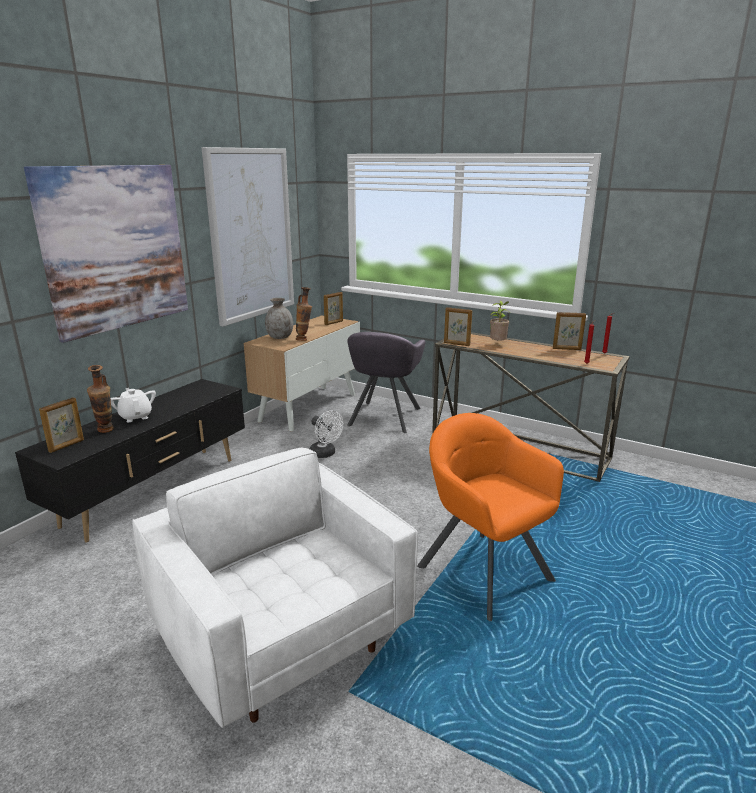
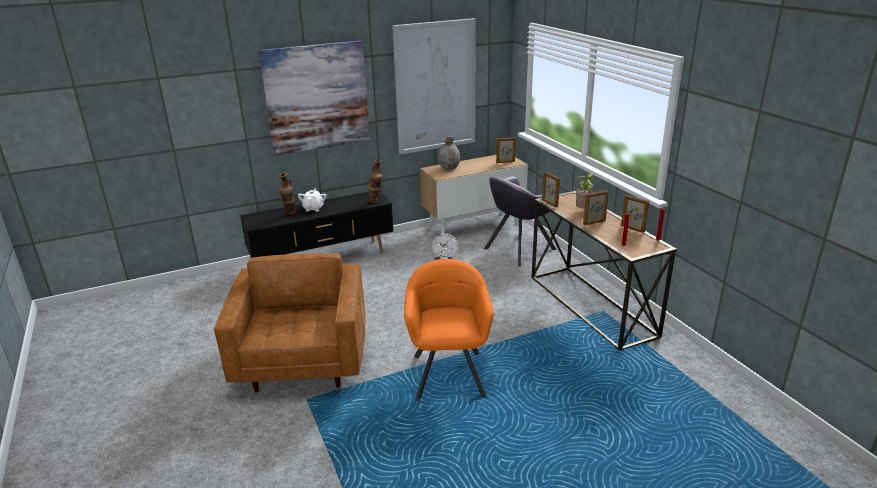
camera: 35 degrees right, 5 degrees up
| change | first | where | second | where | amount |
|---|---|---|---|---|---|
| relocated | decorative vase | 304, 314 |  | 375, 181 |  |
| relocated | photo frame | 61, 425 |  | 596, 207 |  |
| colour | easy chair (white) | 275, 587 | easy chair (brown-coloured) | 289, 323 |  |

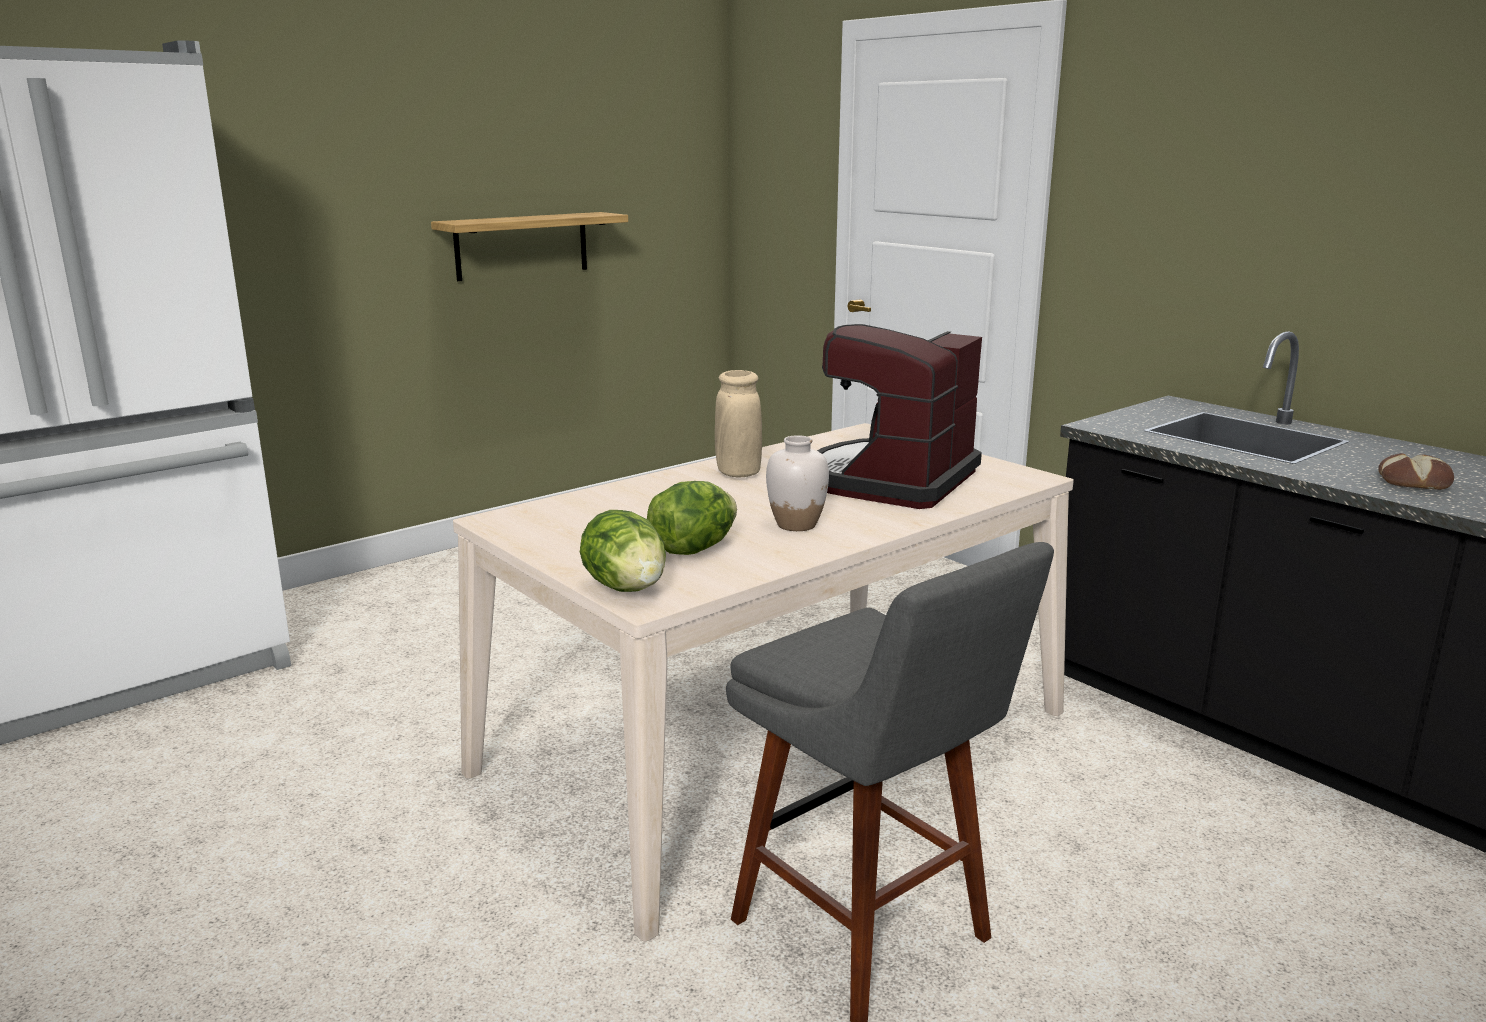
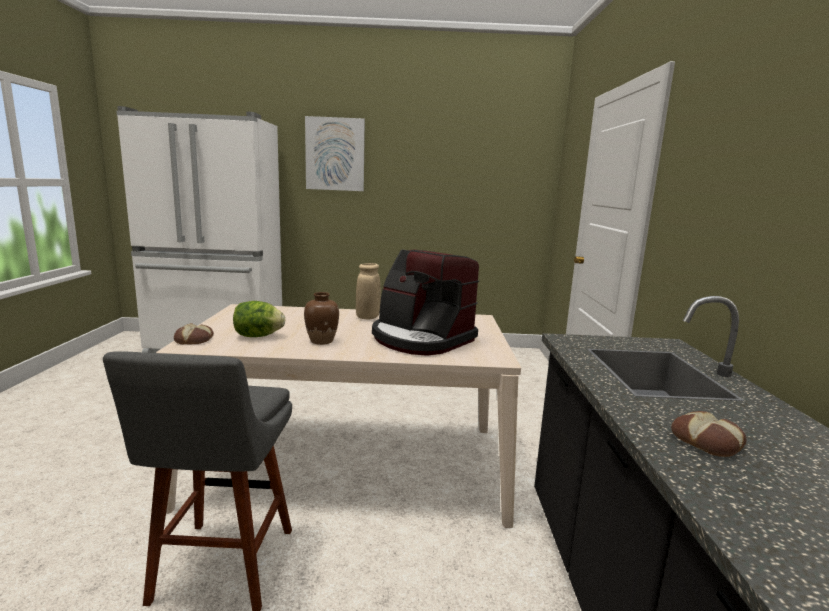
camera: 40 degrees right, 5 degrees down
| change | first | where | second | where | amount |
|---|---|---|---|---|---|
| missing | wall shelf | 529, 246 |  |  |  |
| spun | coffee machine | 899, 416 |  | 425, 303 | 120 degrees counterclockwise |
| colour | decorative vase (white) | 797, 483 | decorative vase (brown-coloured) | 321, 318 |  |
| exchanged | lettuce head | 623, 551 | bread | 194, 334 |  |
| appeared |  |  | picture | 335, 153 |  |

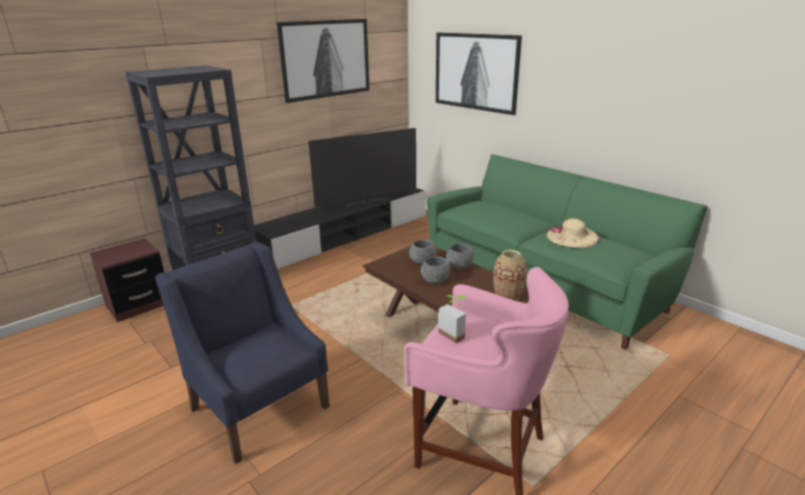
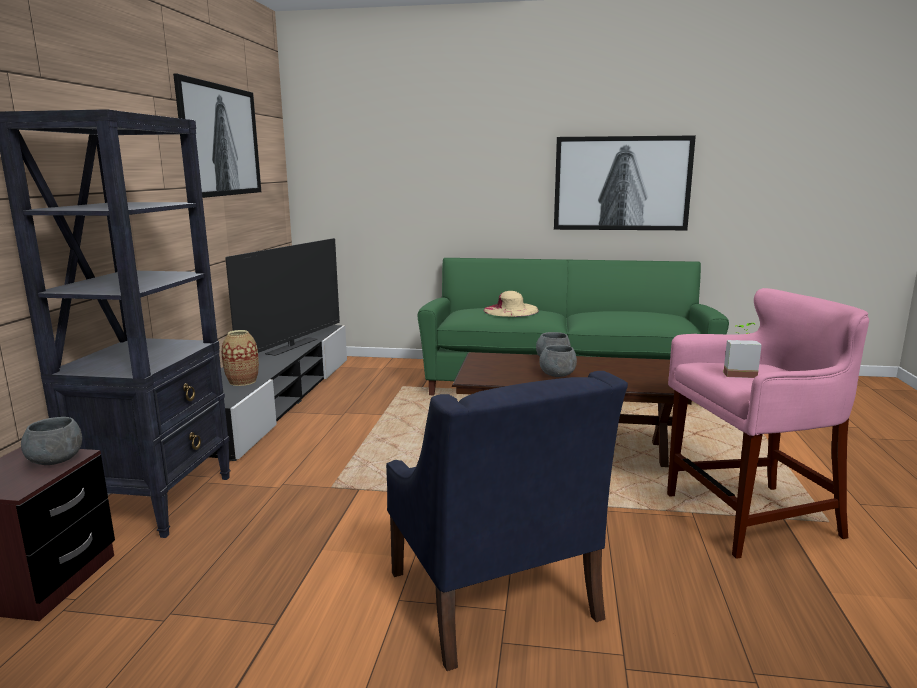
camera: 40 degrees left, 10 degrees down
| change | first | where | second | where | amount |
|---|---|---|---|---|---|
| relocated | picture | 479, 73 |  | 625, 182 |  |
| relocated | hat (beige-coloured) | 573, 233 |  | 511, 304 |  |
| relocated | deep dish (gray) | 423, 251 |  | 51, 441 |  |
| spun | easy chair (blue-coloured) | 242, 353 |  | 507, 521 | 120 degrees counterclockwise |
| relocated | decorative vase | 510, 275 |  | 240, 358 |  |

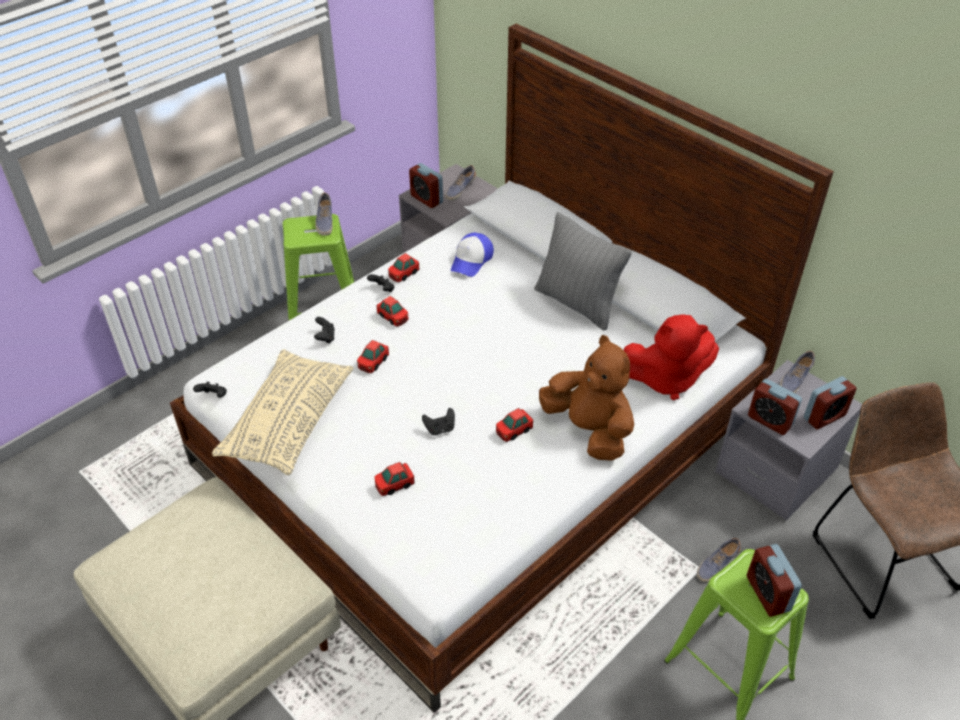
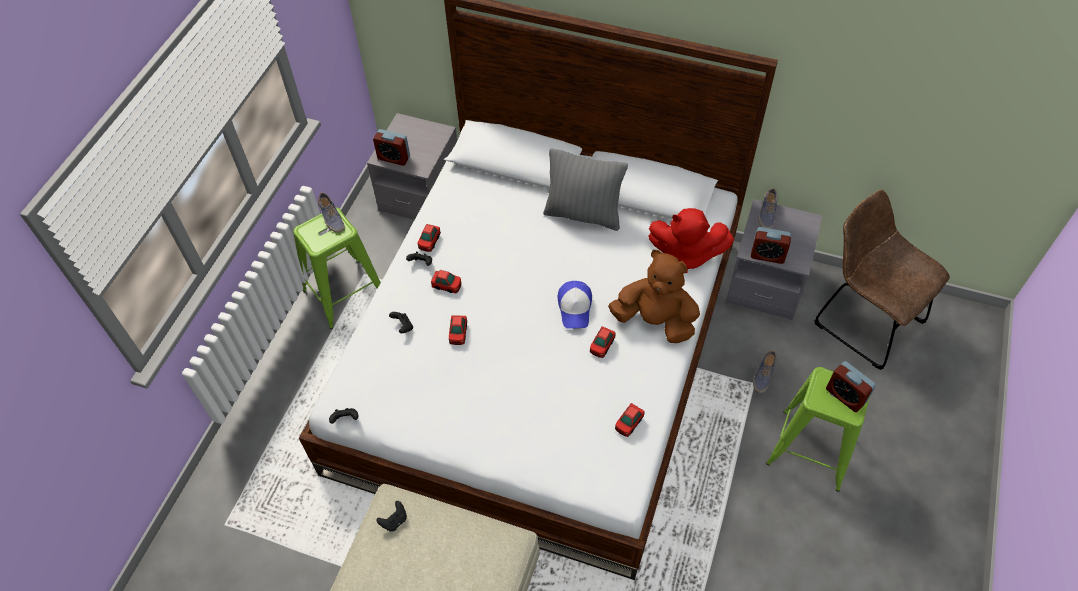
camera: 25 degrees left, 10 degrees up
| change | first | where | second | where | amount |
|---|---|---|---|---|---|
| missing | shoe | 460, 183 |  |  |  |
| relocated | baseball cap | 472, 255 |  | 575, 305 |  |
| spun | cuddly toy (reddish) | 671, 357 |  | 691, 240 | 45 degrees clockwise |
| missing | throw pillow (beige-coloured) | 282, 412 |  |  |  |
| missing | bedside clock | 830, 403 |  |  |  |
| relocated | joypad (black-coloured) | 438, 421 |  | 391, 516 |  |
| relocated | miniature car | 395, 479 |  | 630, 420 |  |

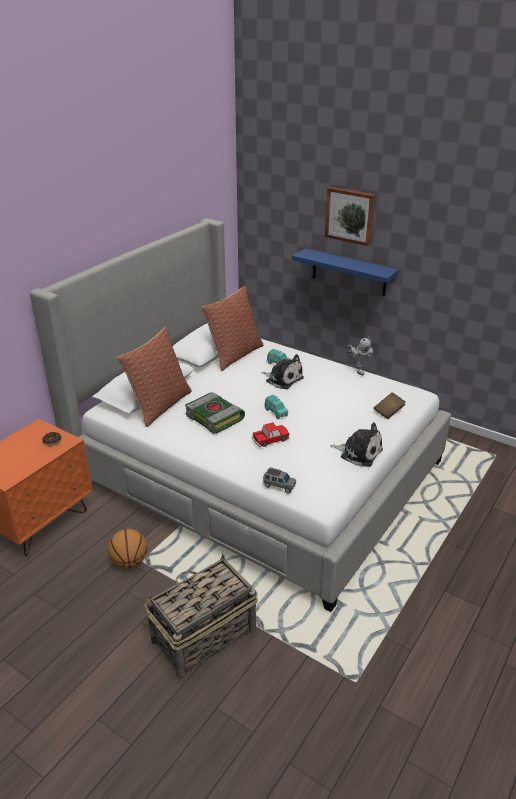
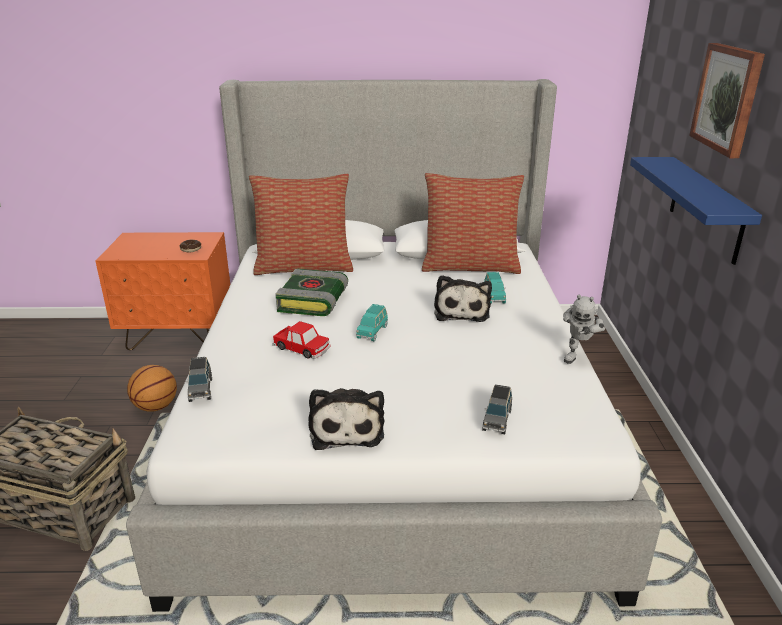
camera: 55 degrees right, 5 degrees down
| change | first | where | second | where | amount |
|---|---|---|---|---|---|
| exchanged | book (brown-coloured) | 390, 405 | miniature car (gray) | 497, 409 |  |

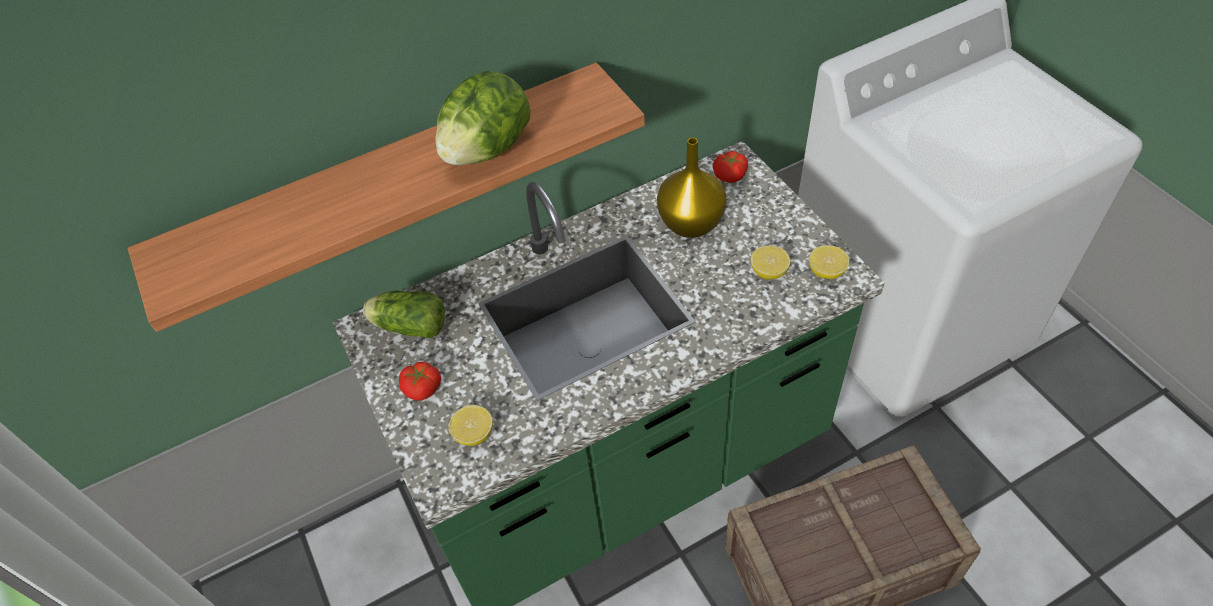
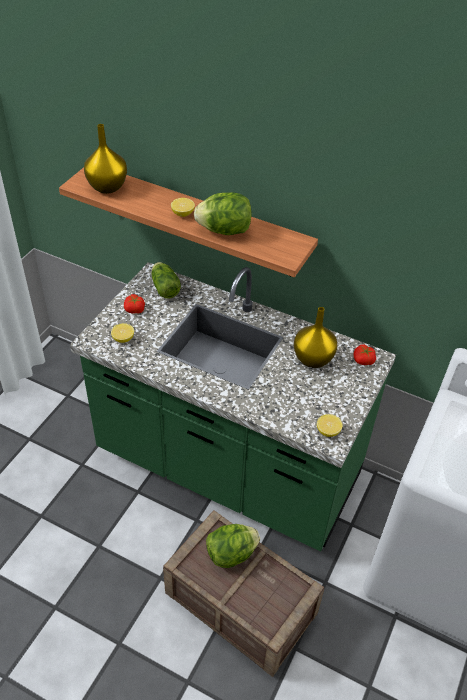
camera: 50 degrees right, 5 degrees down
| change | first | where | second | where | amount |
|---|---|---|---|---|---|
| relocated | lemon | 770, 262 |  | 183, 207 |  |
| appeared |  |  | decorative vase (yellowish) | 105, 159 |  |
| appeared |  |  | lettuce head | 233, 546 |  |

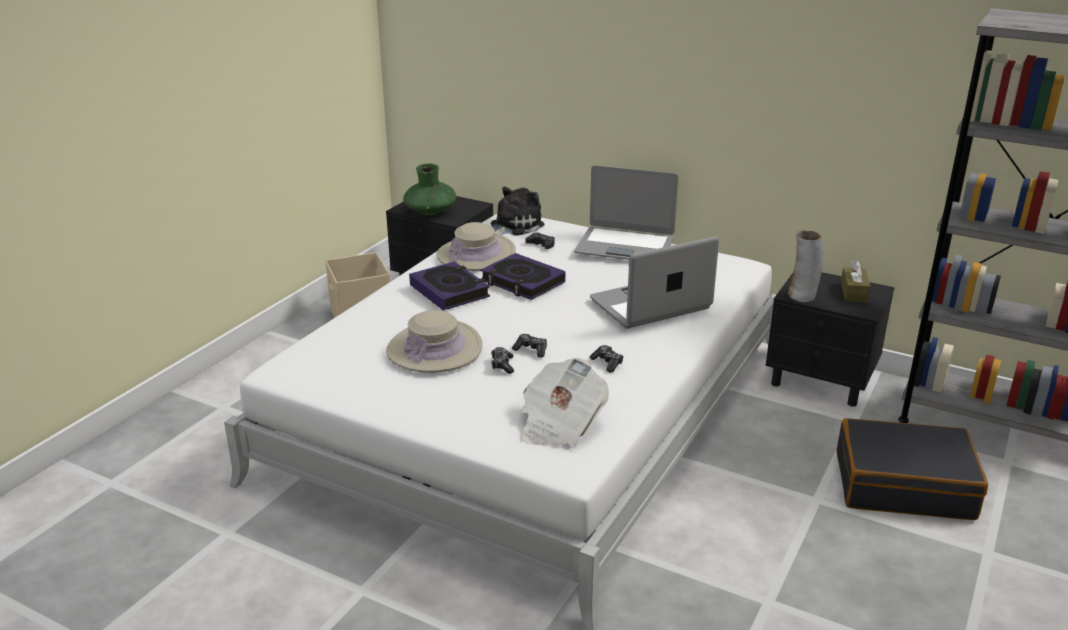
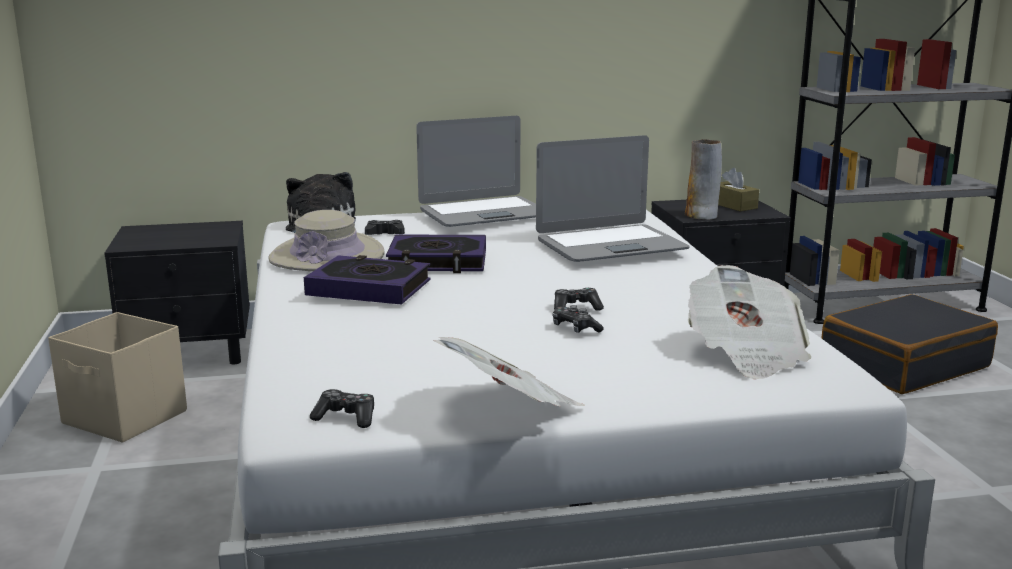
camera: 40 degrees left, 10 degrees down
| change | first | where | second | where | amount |
|---|---|---|---|---|---|
| missing | decorative vase (green) | 430, 189 |  |  |  |
| spun | laptop | 654, 282 |  | 613, 198 | 135 degrees counterclockwise |
| missing | hat (beige-coloured) | 434, 341 |  |  |  |
| relocated | joypad | 607, 359 |  | 342, 408 |  |
| appeared |  |  | daily paper | 509, 371 |  |

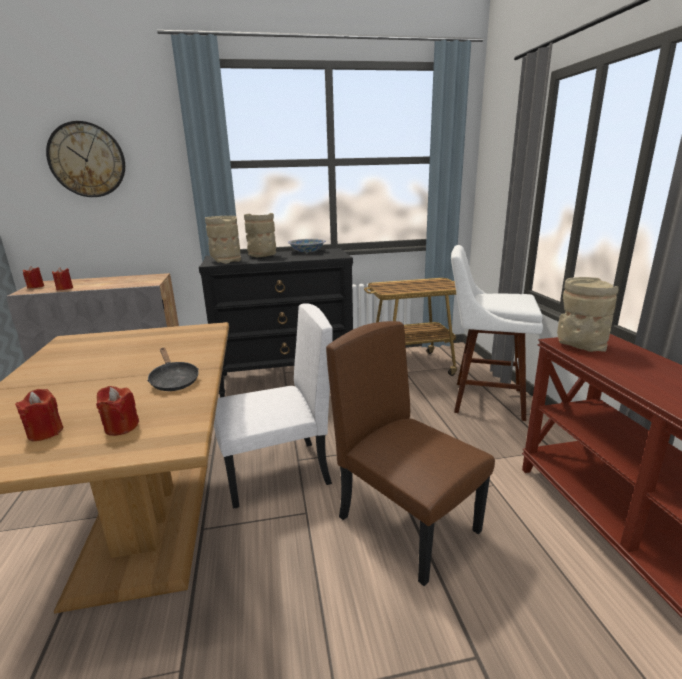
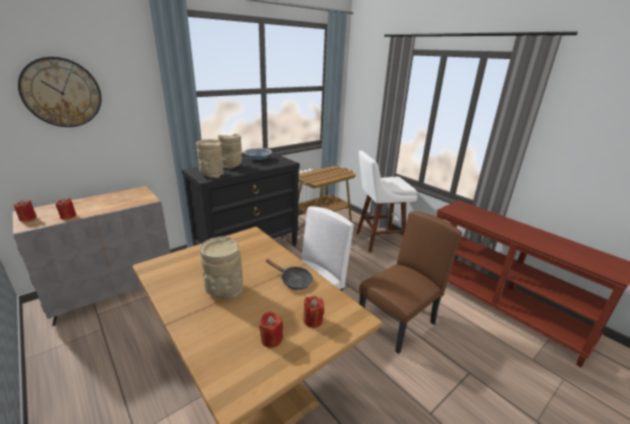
camera: 30 degrees left, 5 degrees up
| change | first | where | second | where | amount |
|---|---|---|---|---|---|
| relocated | decorative vase (beige-coloured) | 588, 314 |  | 221, 267 |  |
| spun | plain chair (brown-coloured) | 410, 453 |  | 410, 282 | 120 degrees clockwise |

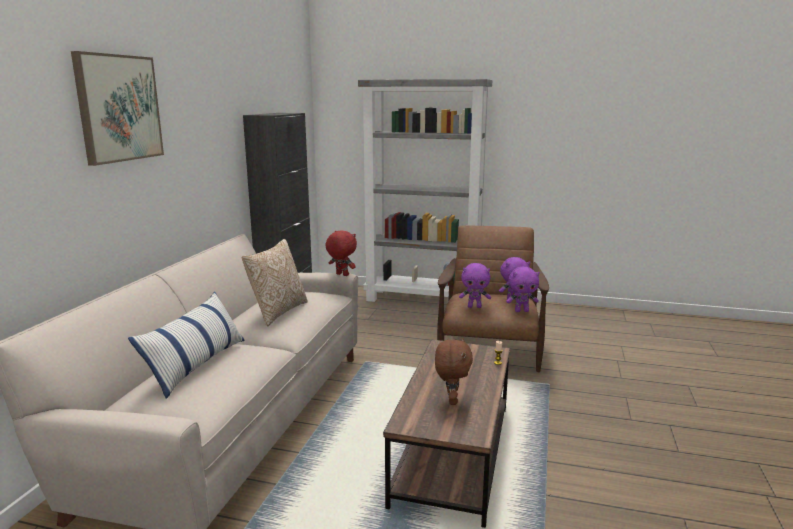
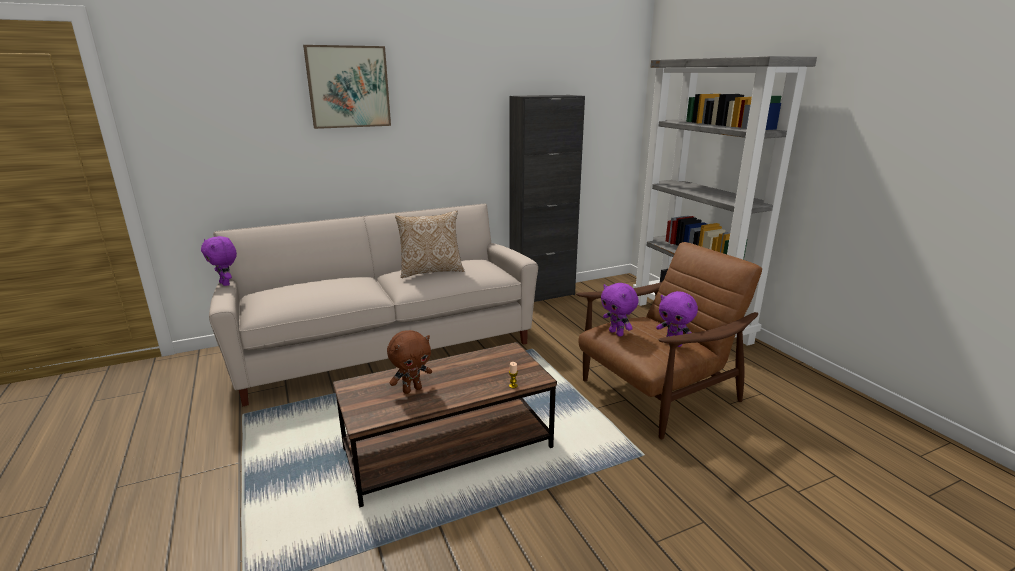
camera: 50 degrees right, 5 degrees up
| change | first | where | second | where | amount |
|---|---|---|---|---|---|
| missing | cuddly toy (reddish) | 341, 253 |  |  |  |
| relocated | cuddly toy (purplish) | 523, 289 |  | 219, 261 |  |
| missing | throw pillow | 186, 345 |  |  |  |

